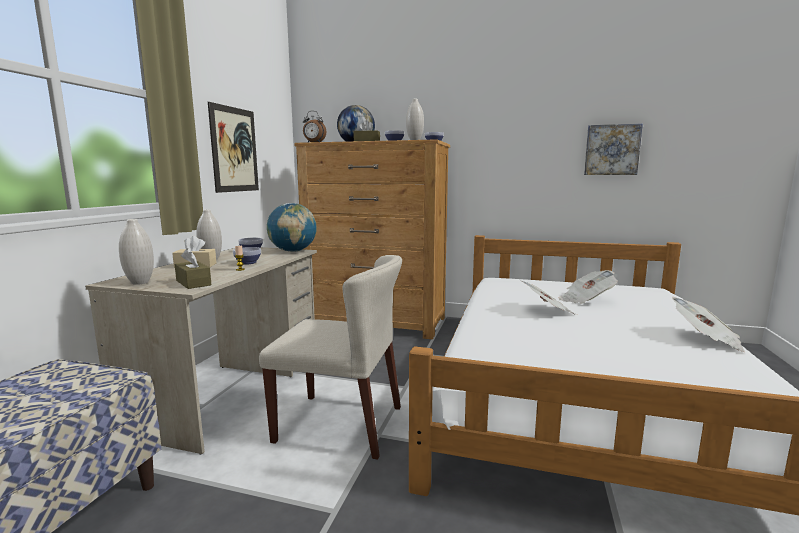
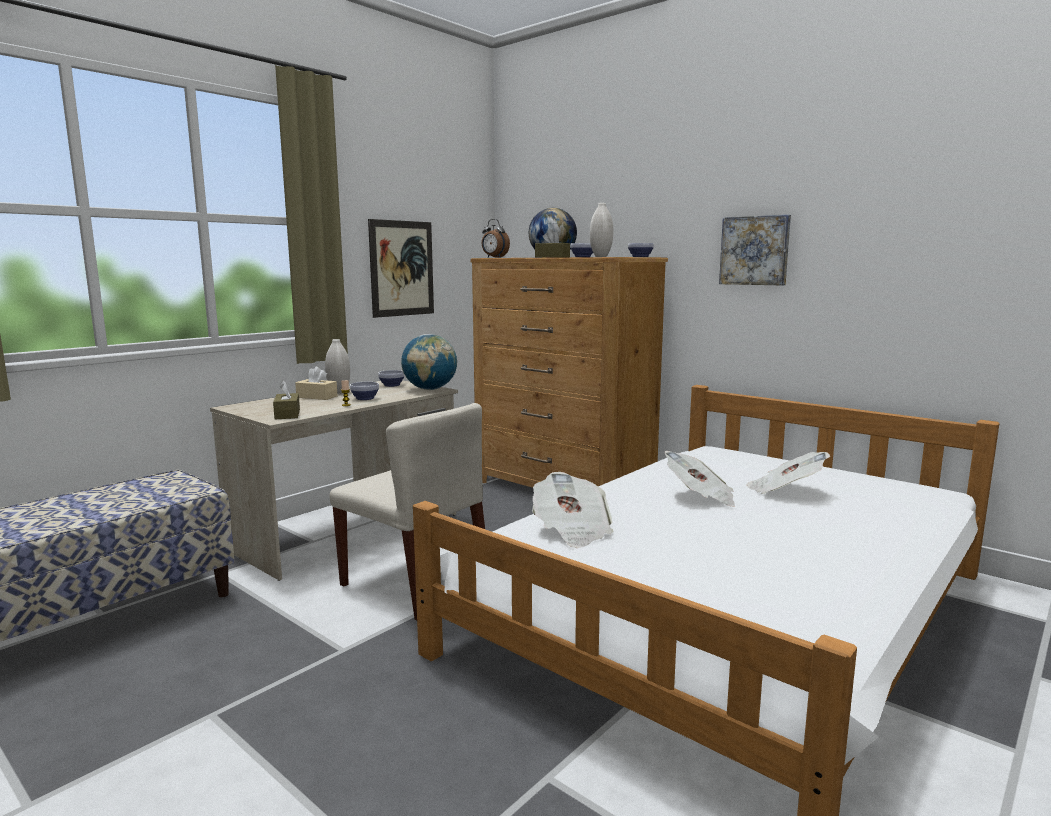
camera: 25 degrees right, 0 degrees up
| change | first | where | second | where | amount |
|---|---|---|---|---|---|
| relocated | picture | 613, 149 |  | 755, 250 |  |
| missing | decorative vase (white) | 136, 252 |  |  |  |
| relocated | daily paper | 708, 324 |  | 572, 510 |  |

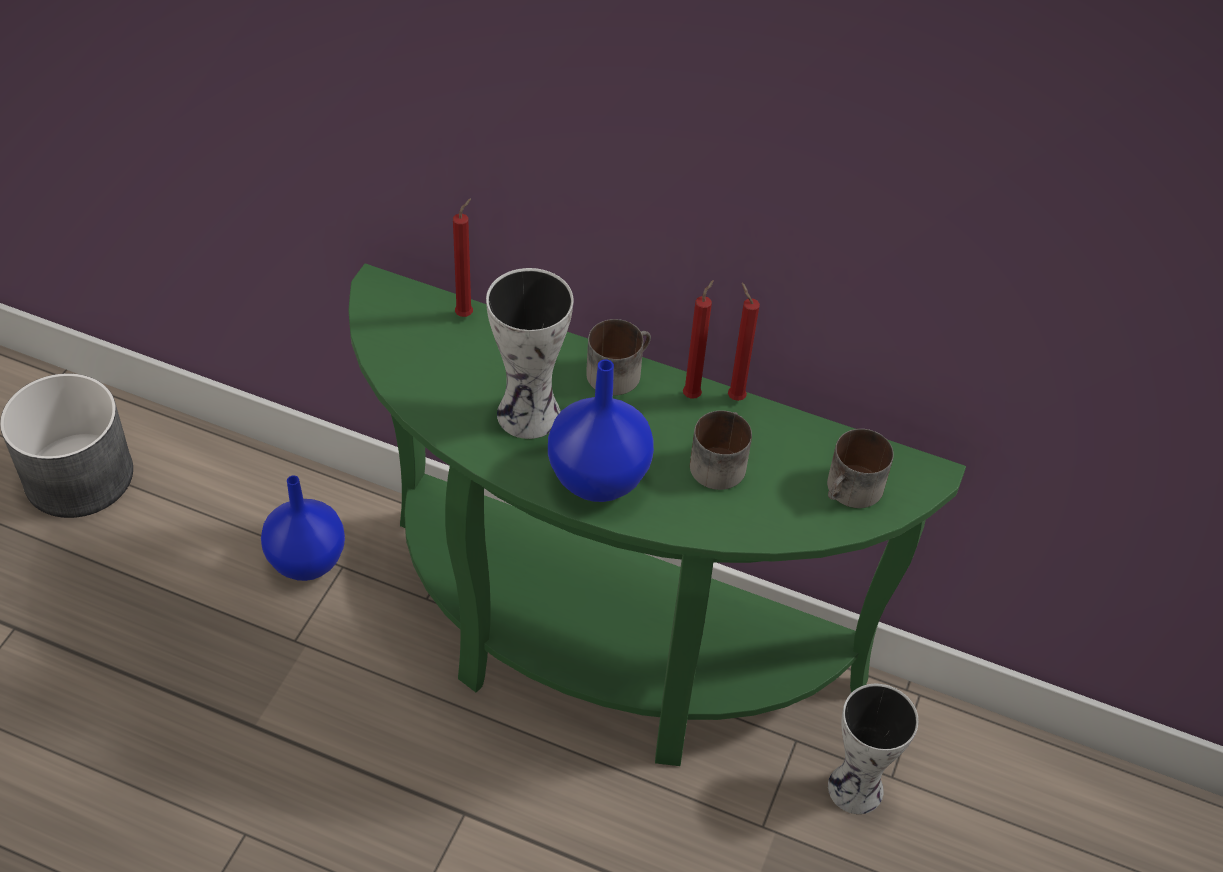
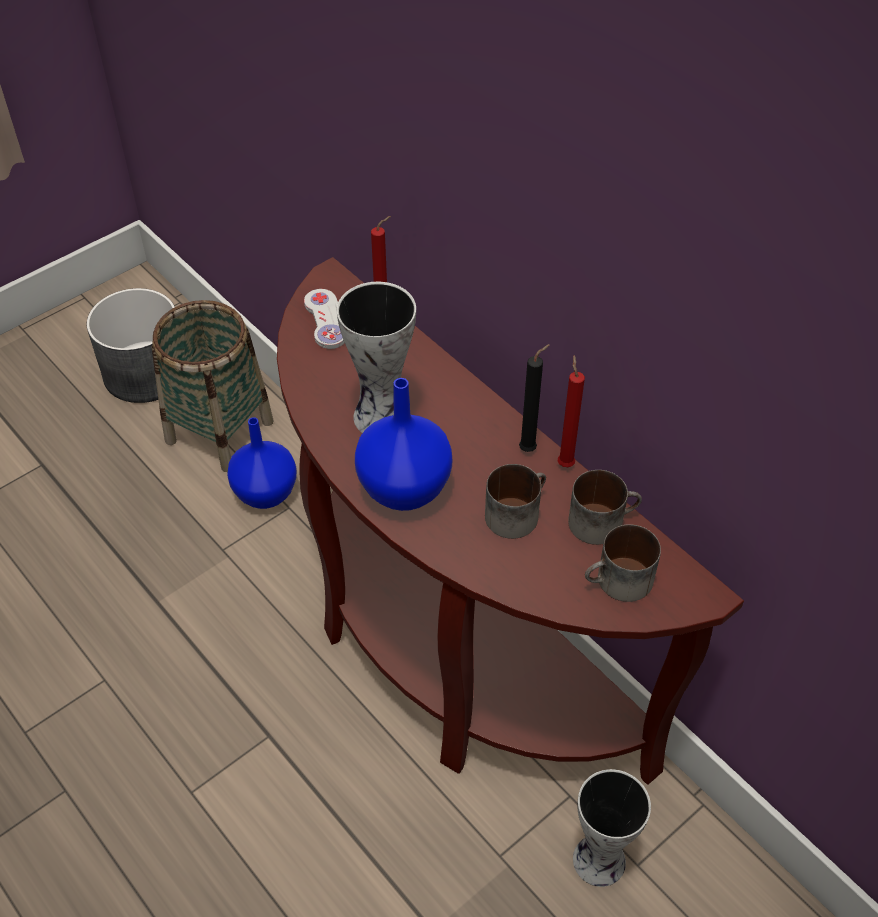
camera: 30 degrees right, 0 degrees up
| change | first | where | second | where | amount |
|---|---|---|---|---|---|
| colour | hall table (green) | 657, 515 | hall table (brown-coloured) | 510, 521 |  |
| colour | wax candle (reddish) | 698, 339 | wax candle (black-coloured) | 534, 398 |  |
| relocated | mug | 618, 357 |  | 605, 507 |  |
| appeared |  |  | joypad (white) | 324, 319 |  |
| appeared |  |  | household basket | 212, 386 |  |

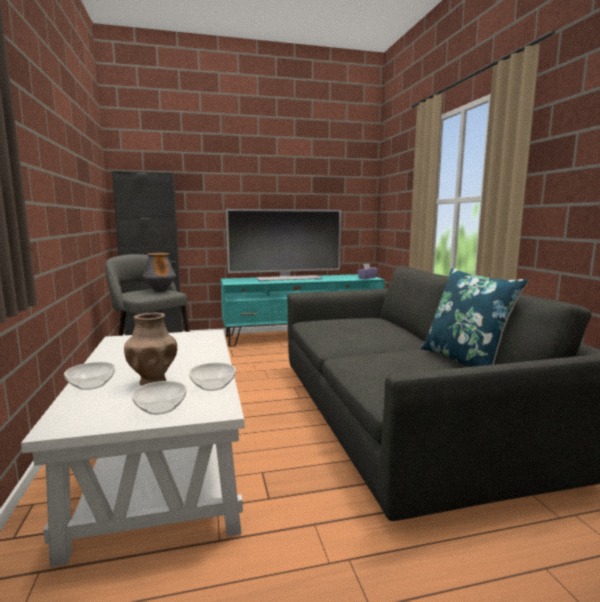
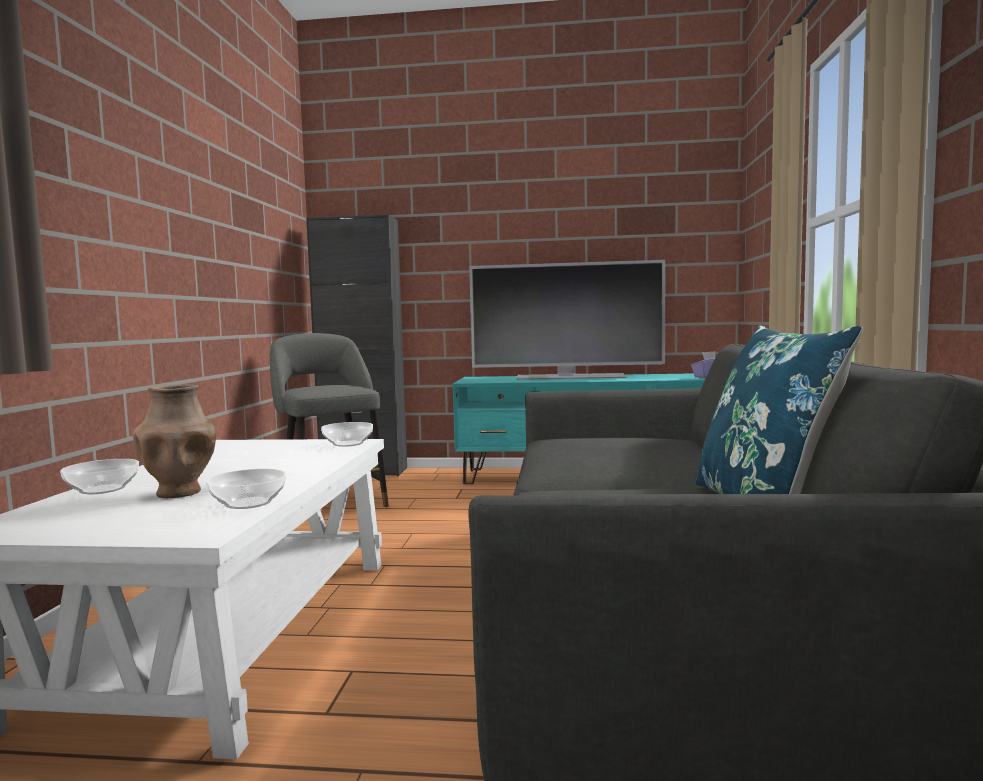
camera: 20 degrees right, 5 degrees down
| change | first | where | second | where | amount |
|---|---|---|---|---|---|
| missing | decorative vase | 159, 272 |  |  |  |
| relocated | deep dish | 159, 398 |  | 347, 434 |  |

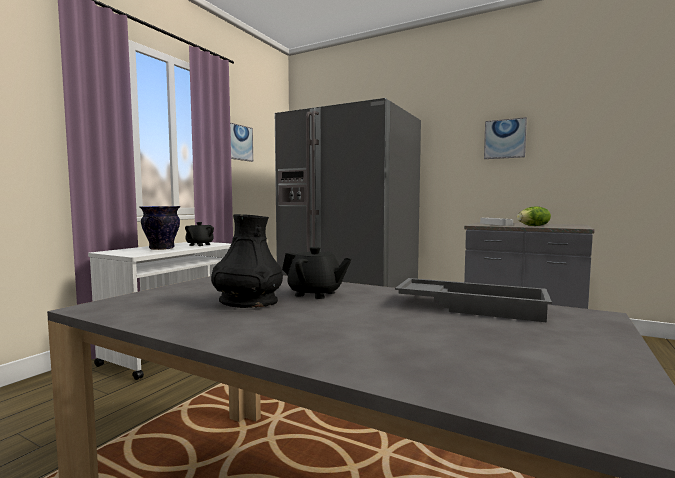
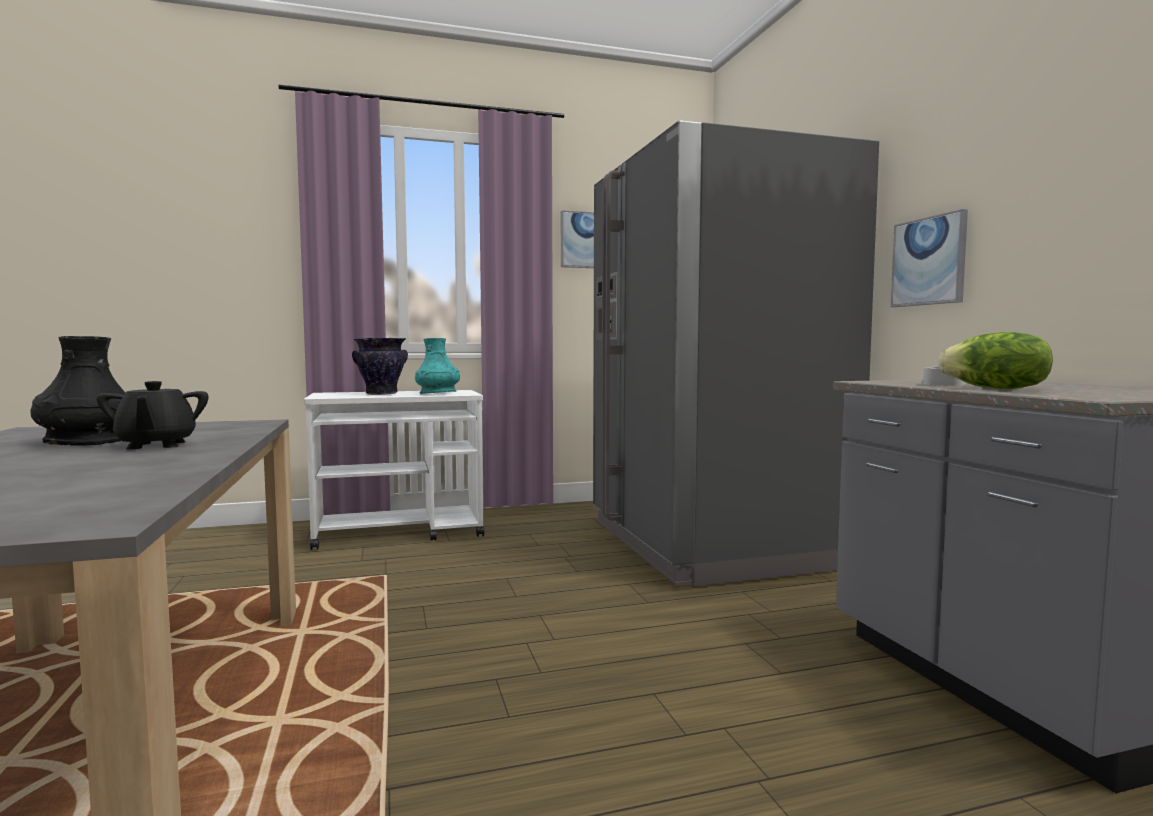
camera: 45 degrees right, 0 degrees up
| change | first | where | second | where | amount |
|---|---|---|---|---|---|
| relocated | picture | 505, 138 |  | 929, 258 |  |
| exchanged | tea pot (black-coloured) | 199, 234 | decorative vase (turquoise-coloured) | 437, 366 |  |
| missing | tray (gray) | 473, 300 |  |  |  |

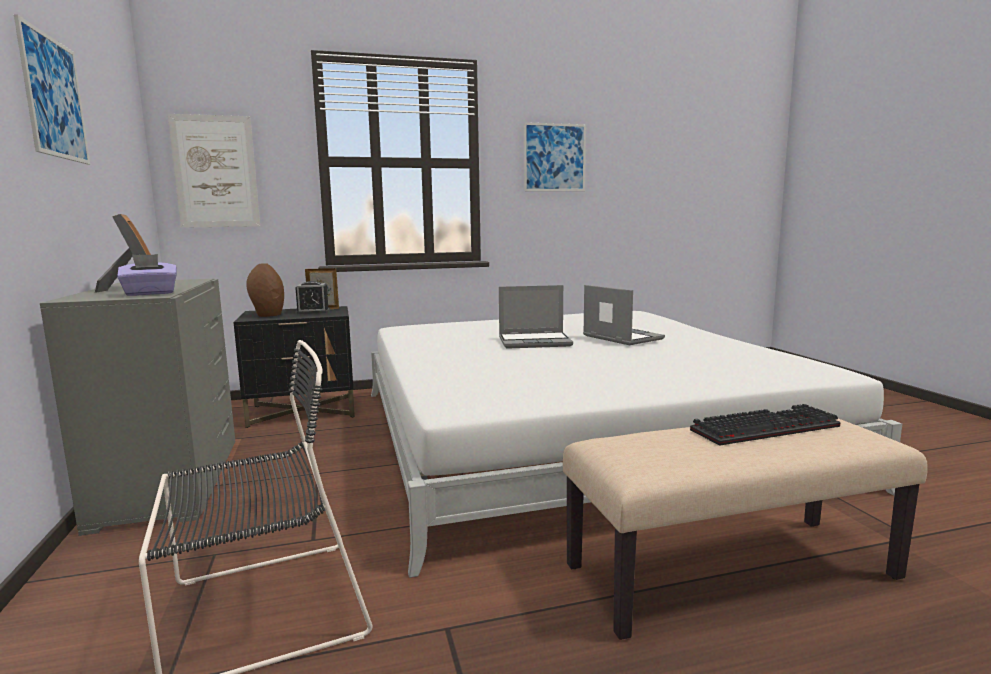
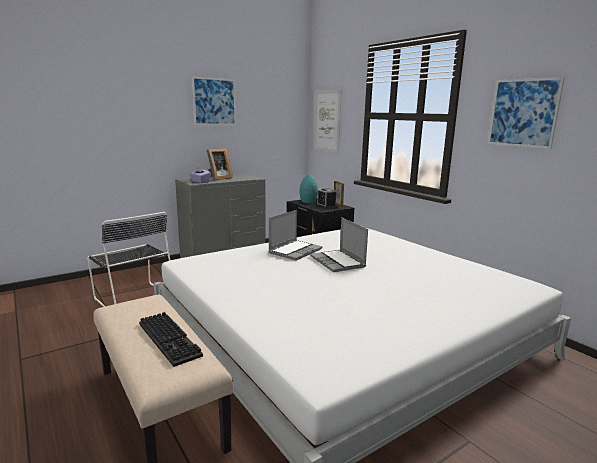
camera: 70 degrees right, 5 degrees up
| change | first | where | second | where | amount |
|---|---|---|---|---|---|
| colour | decorative vase (brown-coloured) | 265, 290 | decorative vase (turquoise-coloured) | 309, 188 |  |
| relocated | laptop | 624, 315 |  | 295, 235 |  |

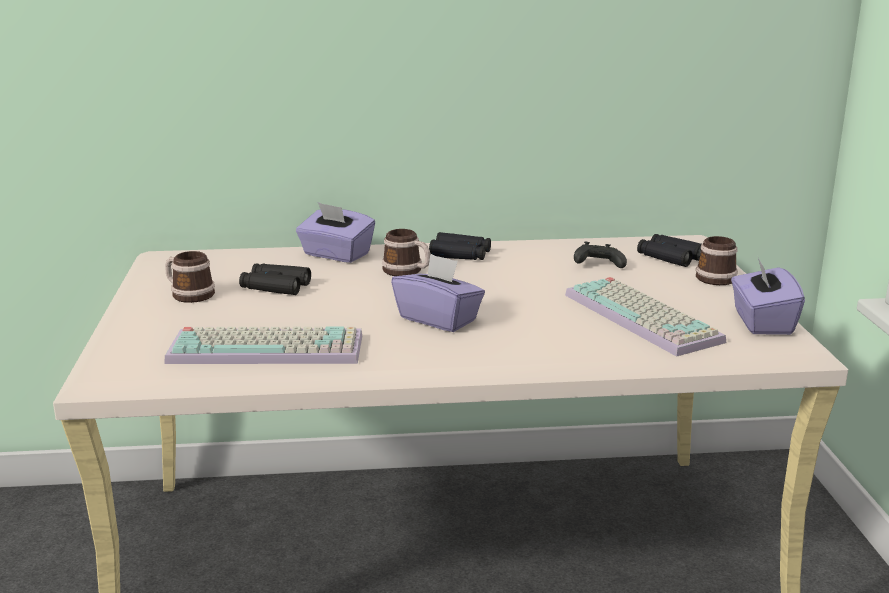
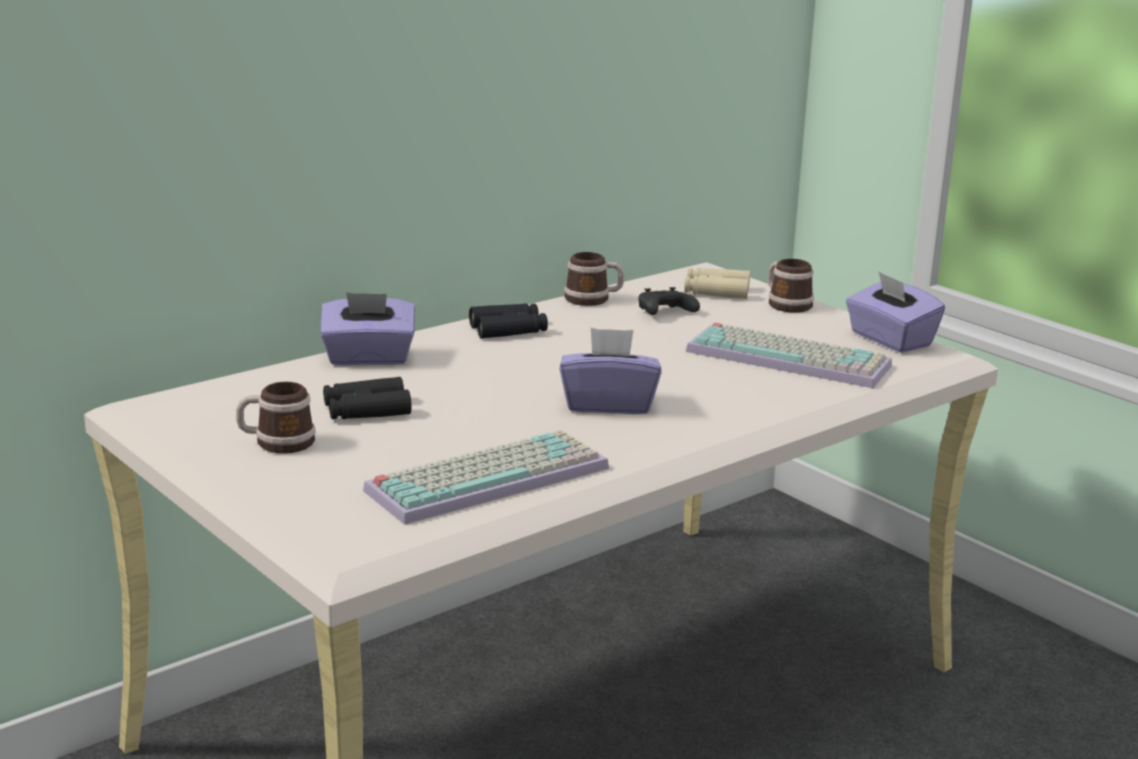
camera: 35 degrees left, 0 degrees up
| change | first | where | second | where | amount |
|---|---|---|---|---|---|
| relocated | mug | 406, 252 |  | 594, 279 |  |
| colour | field glasses (black-coloured) | 669, 250 | field glasses (beige-coloured) | 717, 283 |  |

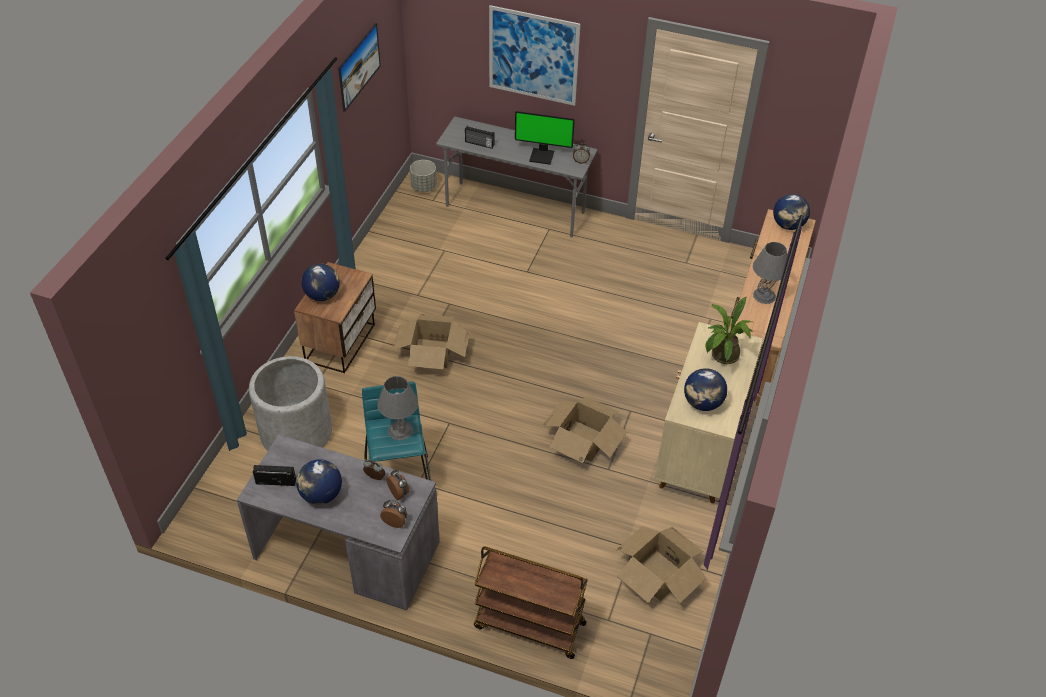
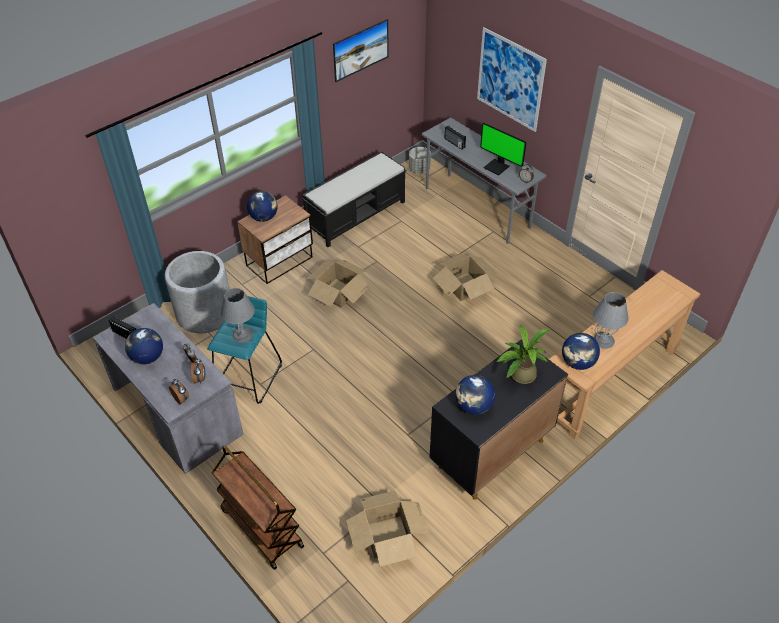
camera: 30 degrees right, 0 degrees up
| change | first | where | second | where | amount |
|---|---|---|---|---|---|
| relocated | world globe | 791, 212 |  | 581, 351 |  |
| colour | storage cabinet (beige-coloured) | 709, 412 | storage cabinet (black-coloured) | 498, 419 |  |
| relocated | cardboard box | 584, 430 |  | 465, 277 |  |
| appeared |  |  | bench (black-coloured) | 354, 199 |  |

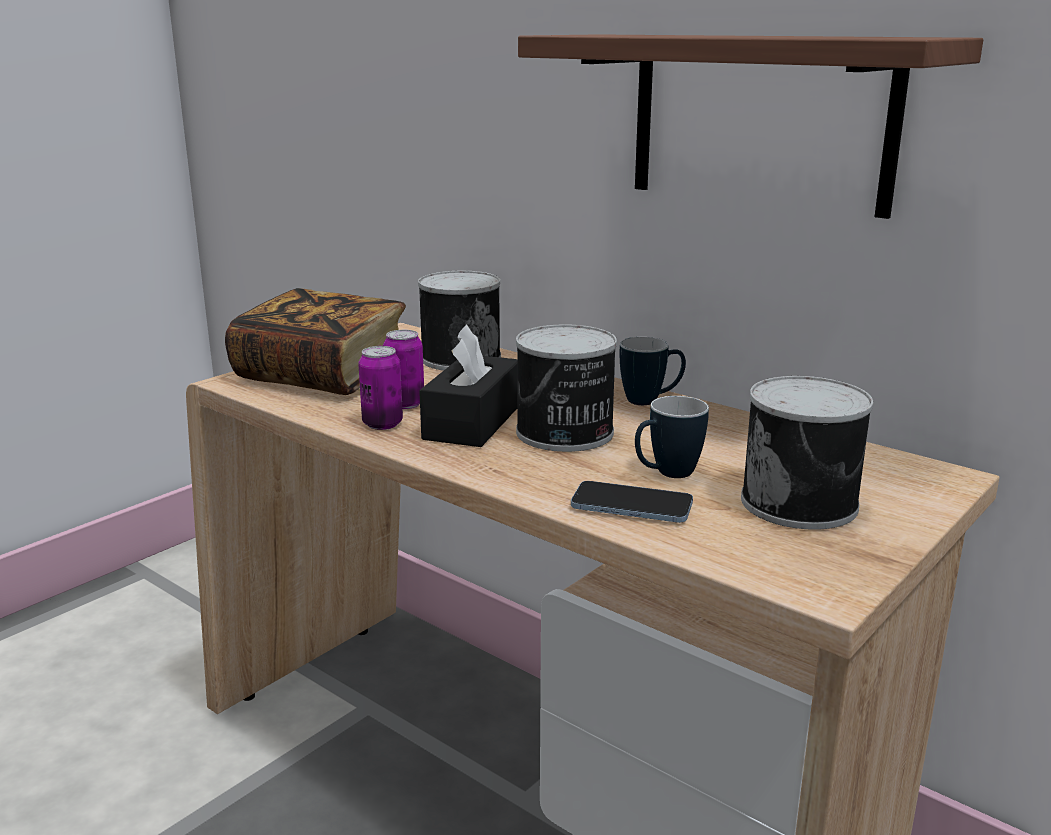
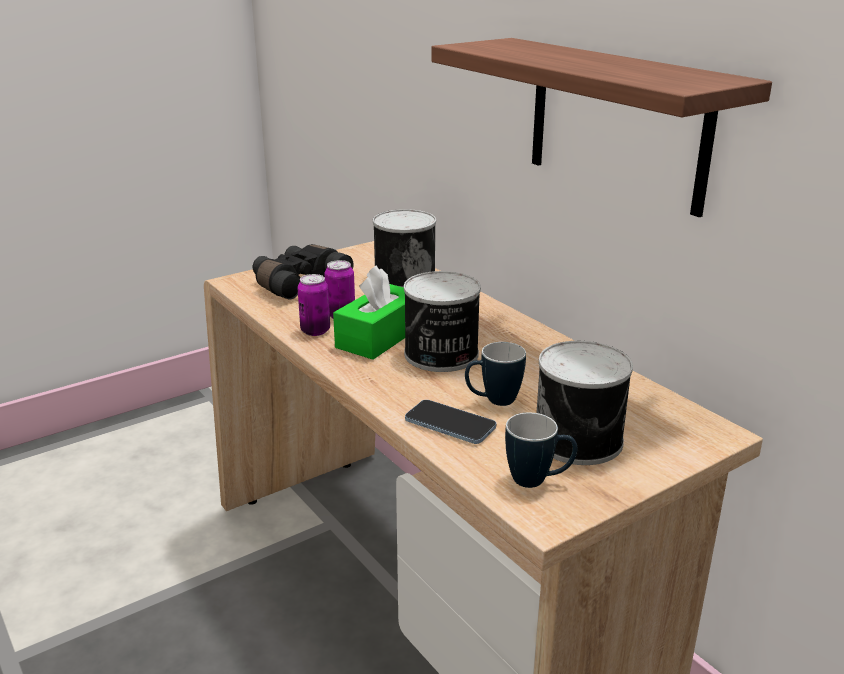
camera: 15 degrees right, 5 degrees up
| change | first | where | second | where | amount |
|---|---|---|---|---|---|
| exchanged | book | 315, 341 | field glasses (black-coloured) | 303, 271 |  |
| colour | box of tissues (black-coloured) | 468, 385 | box of tissues (green) | 369, 312 |  |
| relocated | mug | 652, 371 |  | 541, 450 |  |

